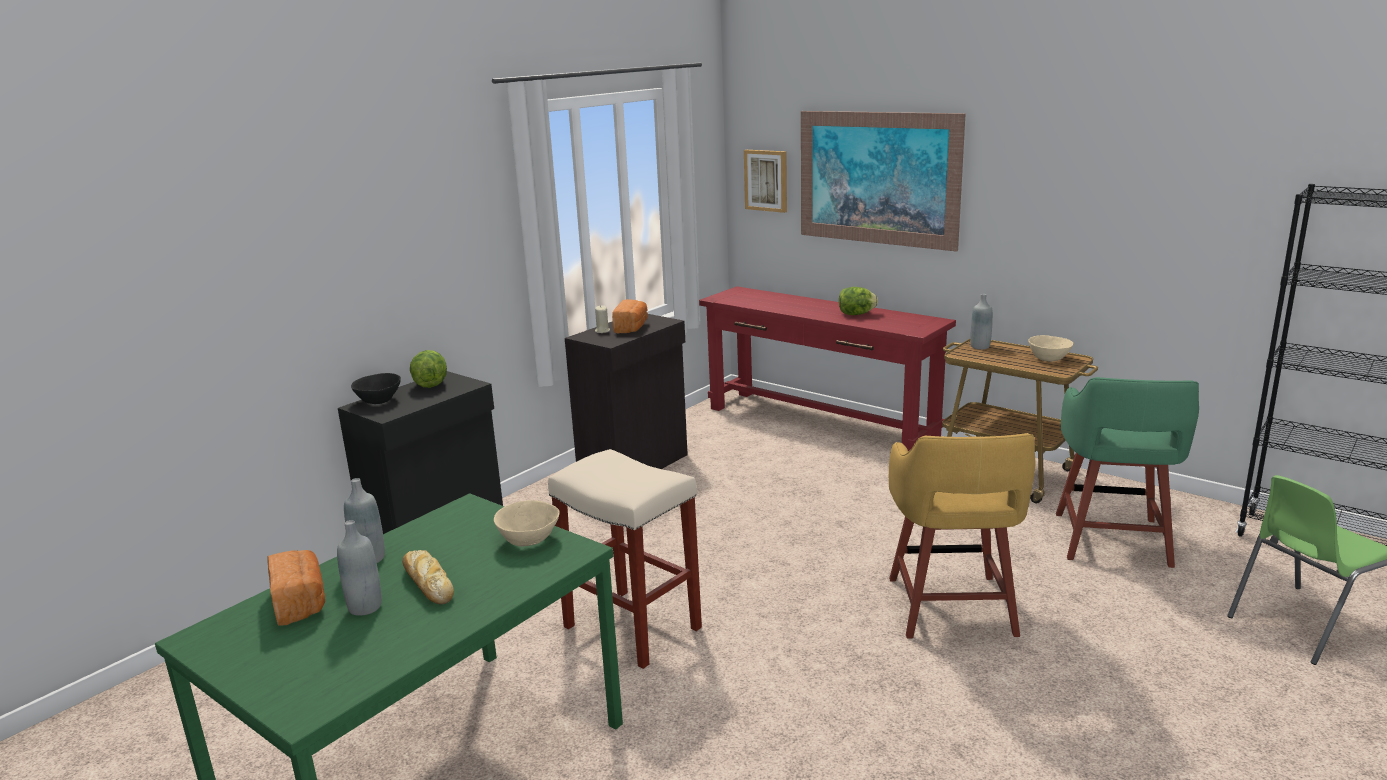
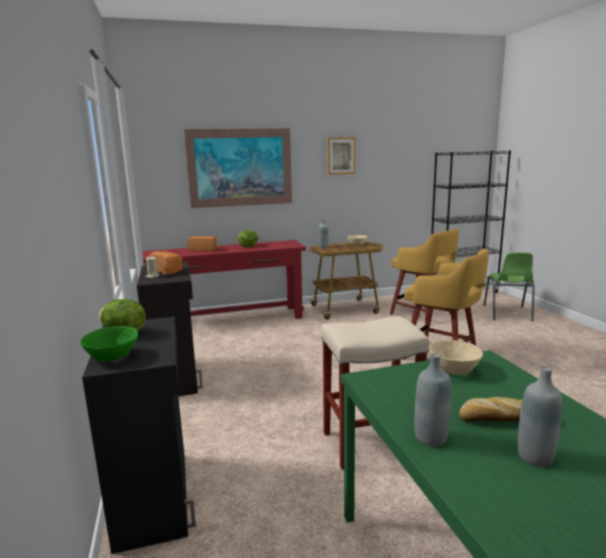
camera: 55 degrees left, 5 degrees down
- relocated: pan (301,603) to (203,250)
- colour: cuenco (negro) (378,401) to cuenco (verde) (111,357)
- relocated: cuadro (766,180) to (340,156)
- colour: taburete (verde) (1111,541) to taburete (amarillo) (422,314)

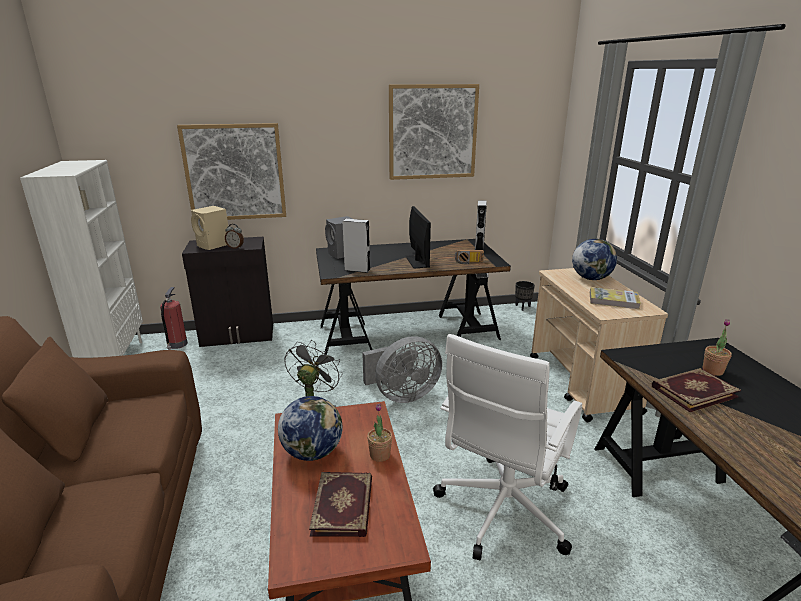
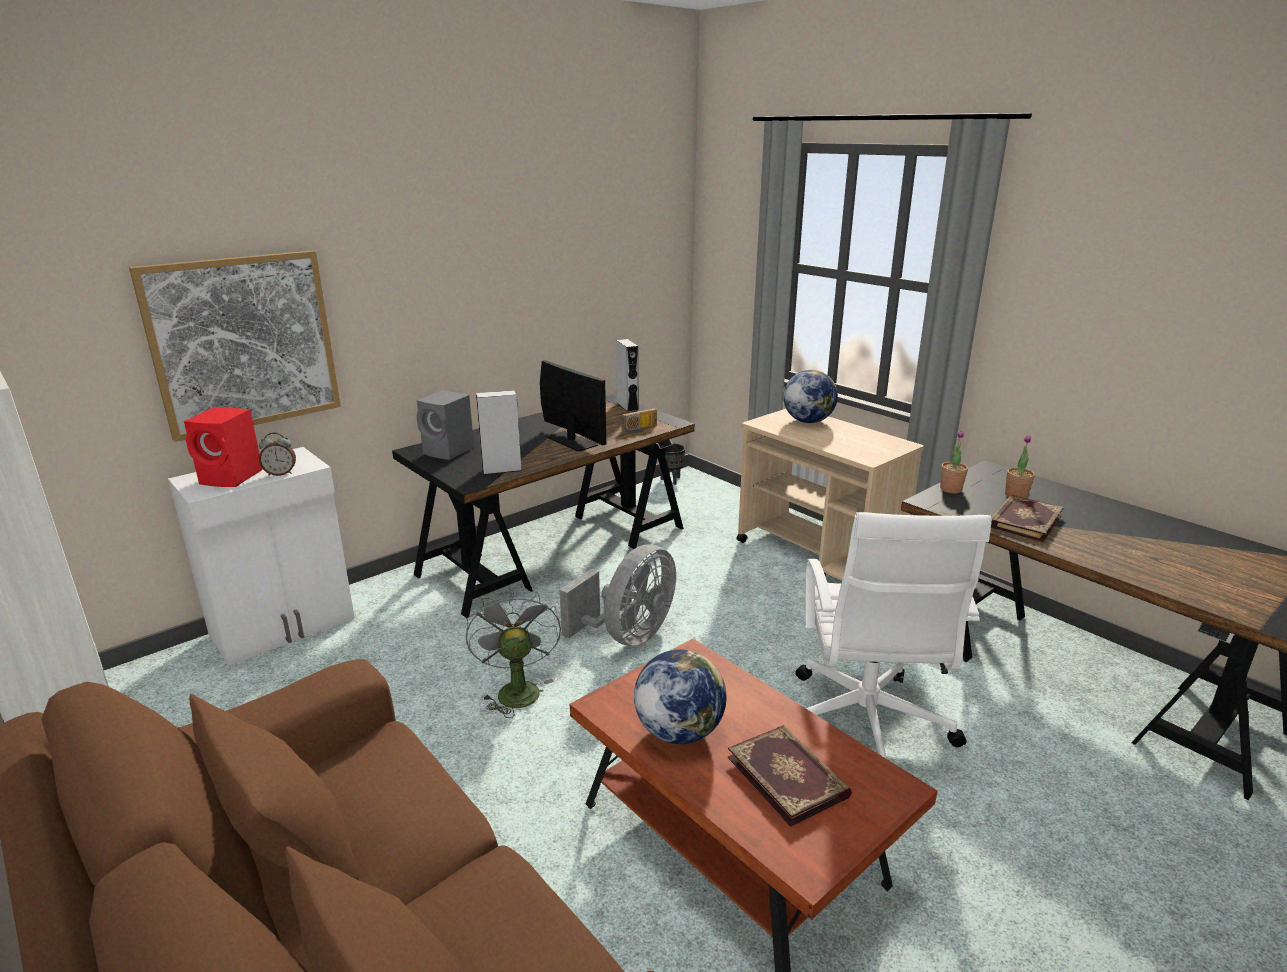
camera: 30 degrees left, 0 degrees up
- missing: extintor (177,344)
- colour: armario (negro) (238,335) to armario (blanco) (284,627)
- colour: altavoz (beis) (214,245) to altavoz (rojo) (233,477)
- relocated: planta en maceta (380,455) to (950,489)
- missing: cuadro (432,132)
- missing: libro (613,300)

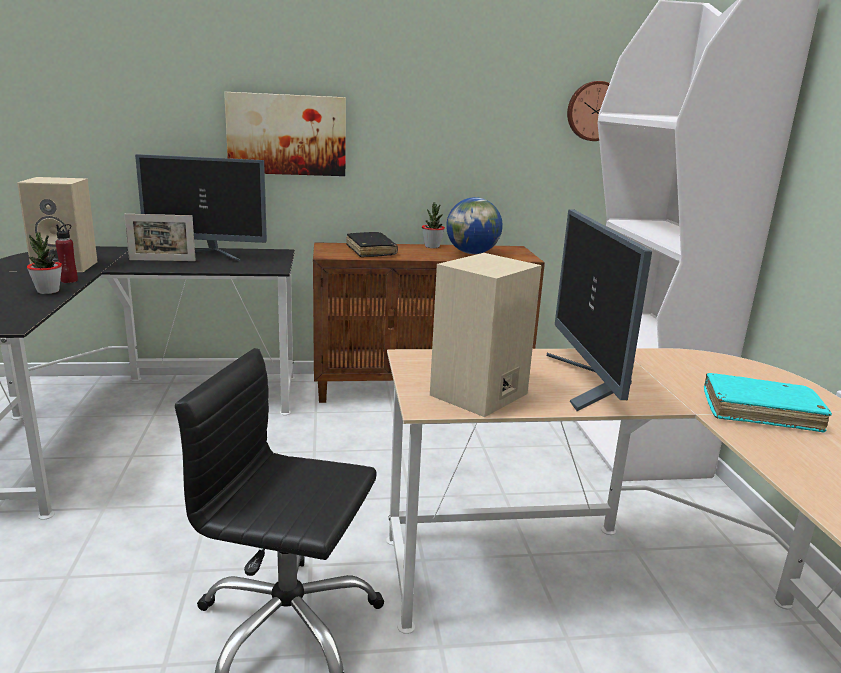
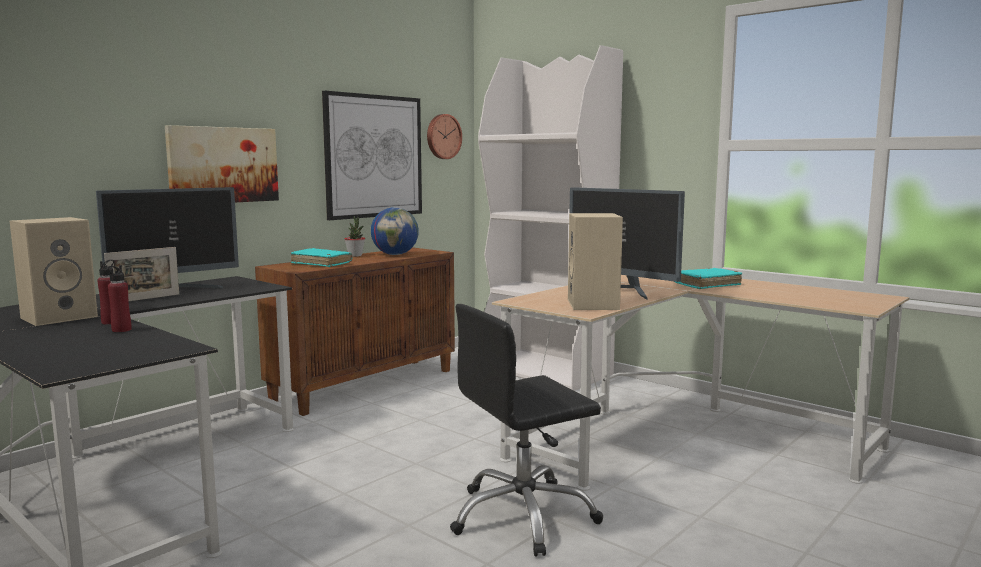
camera: 40 degrees left, 10 degrees down
- exchanged: planta en maceta (48,291) to botella (rojo) (121,330)
- colour: libro (negro) (371,251) to libro (turquesa) (321,263)
- appeared: cuadro (374,156)

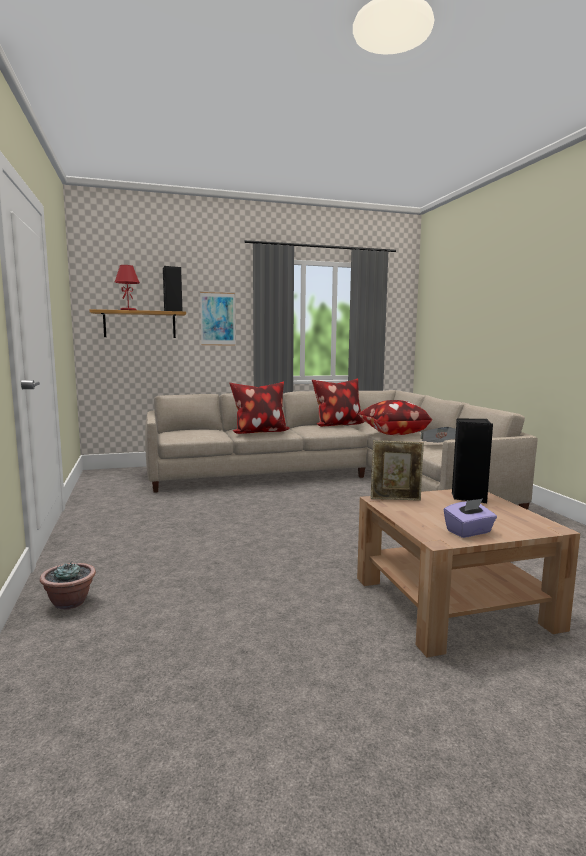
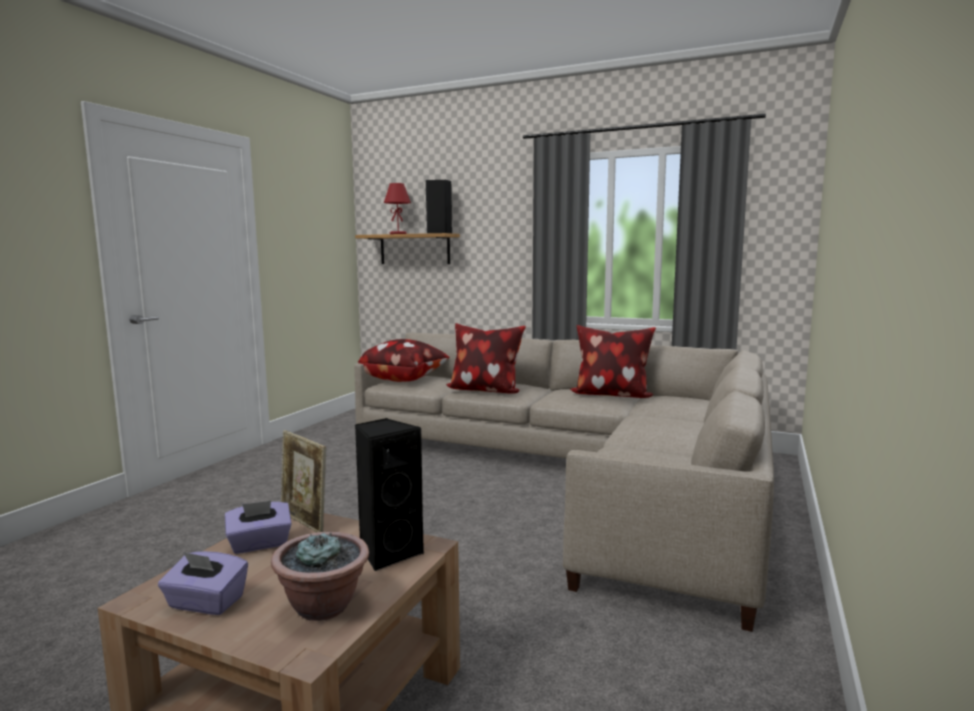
camera: 40 degrees right, 0 degrees up
- relocated: planta en maceta (70,602) to (324,606)
- missing: cuadro (217,319)
- relocated: cojín (392,433) to (404,379)
- missing: periódico (439,446)
- appeared: caja de pañuelos (morado) (260,544)

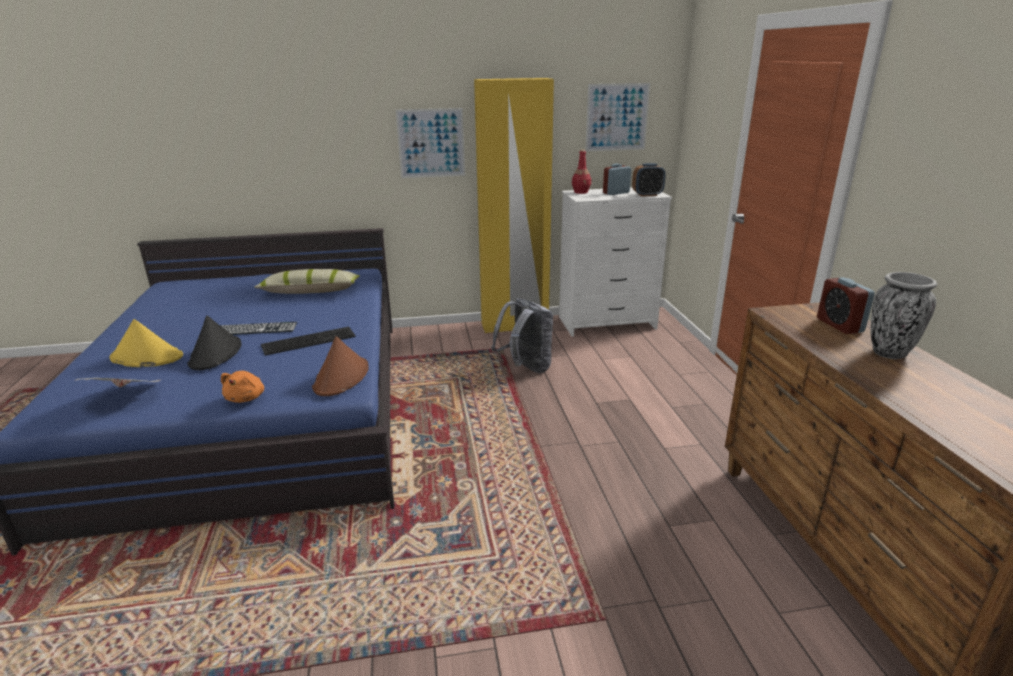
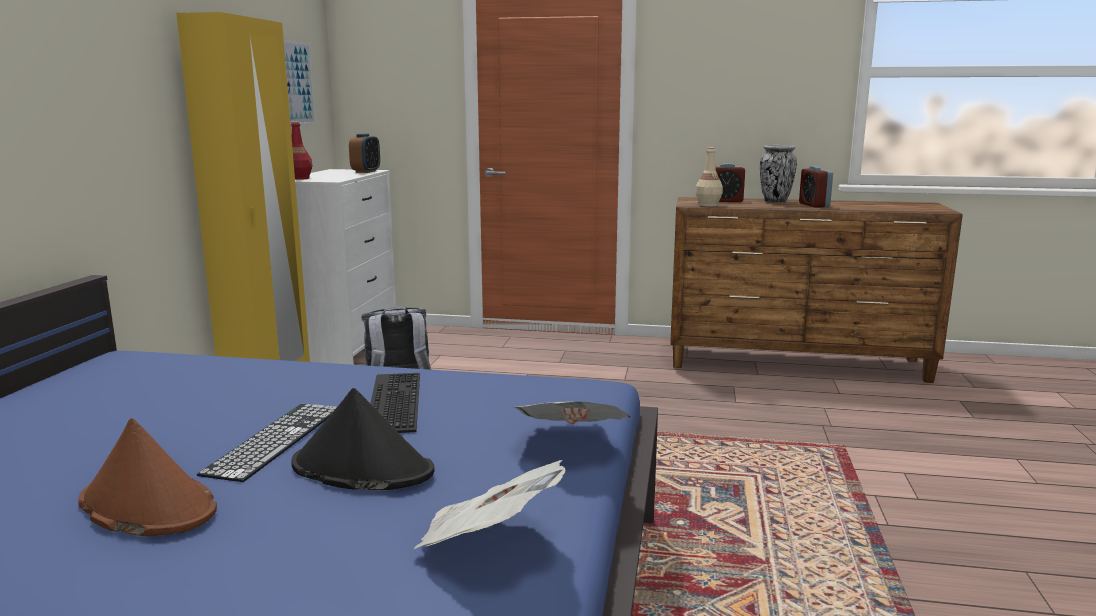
camera: 70 degrees left, 10 degrees down
- missing: sombrero (amarillo) (146,357)
- exchanged: peluche (naranja) (246,398) to periódico (573,443)
- missing: cojín (311,292)
- relocated: sombrero (marrón) (341,377) to (146,506)
- missing: cuadro (431,143)
- relocated: despertador (616,193) to (814,205)
- appeared: botella (beis) (708,205)

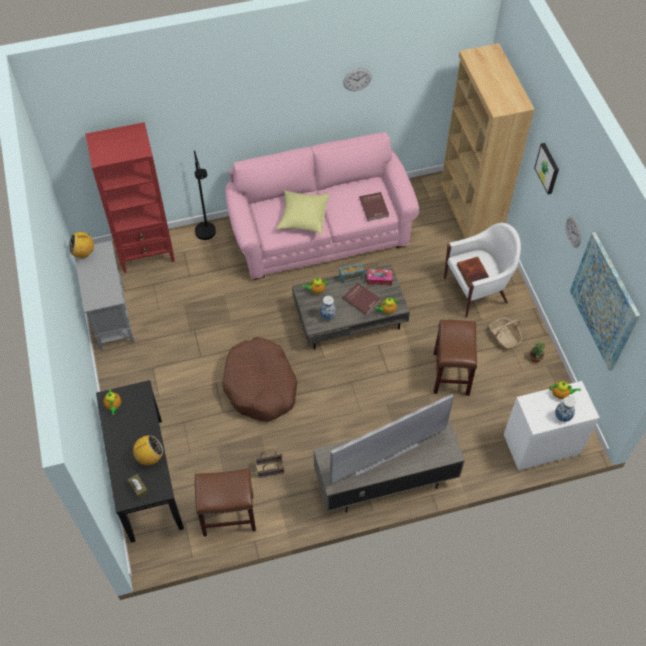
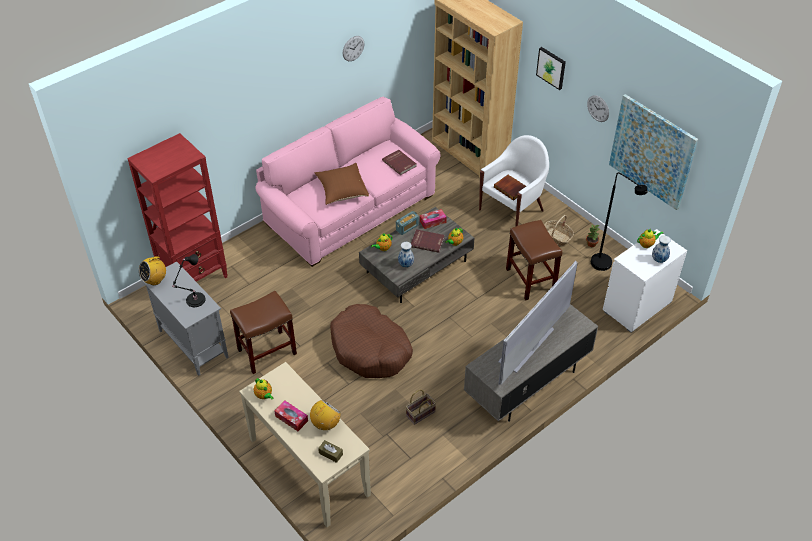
camera: 25 degrees left, 10 degrees down
- colour: mesa consola (negro) (146,478) to mesa consola (beis) (308,467)
- relocated: lámpara de pie (negro) (207,236) to (606,266)
- relocated: taburete (marrón) (228,516) to (266,352)
- colour: cojín (amarillo) (303,218) to cojín (marrón) (341,191)
- appeared: lámpara de mesa (negro) (194,301)
- appeared: caja de pañuelos (291,418)

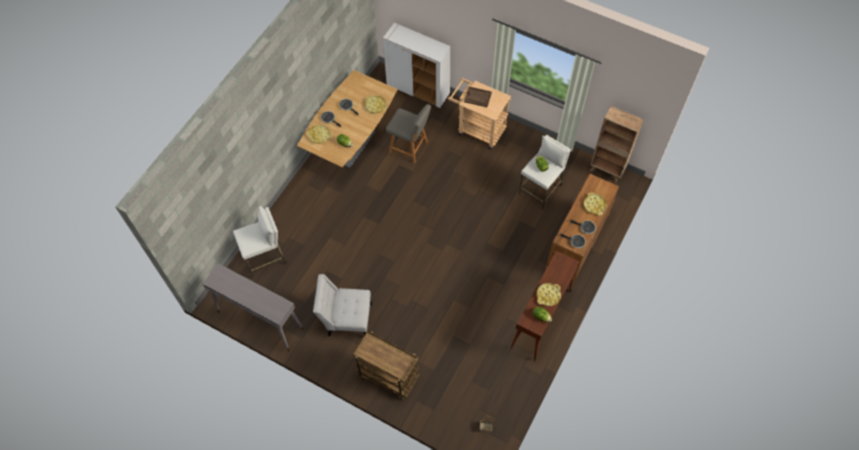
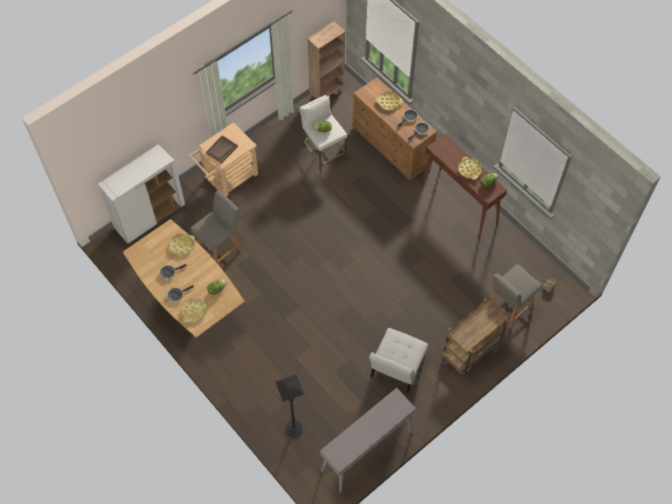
camera: 70 degrees left, 0 degrees up
- exchanged: taburete (blanco) (265,258) to lámpara de pie (negro) (294,428)
- appeared: silla (gris) (508,308)

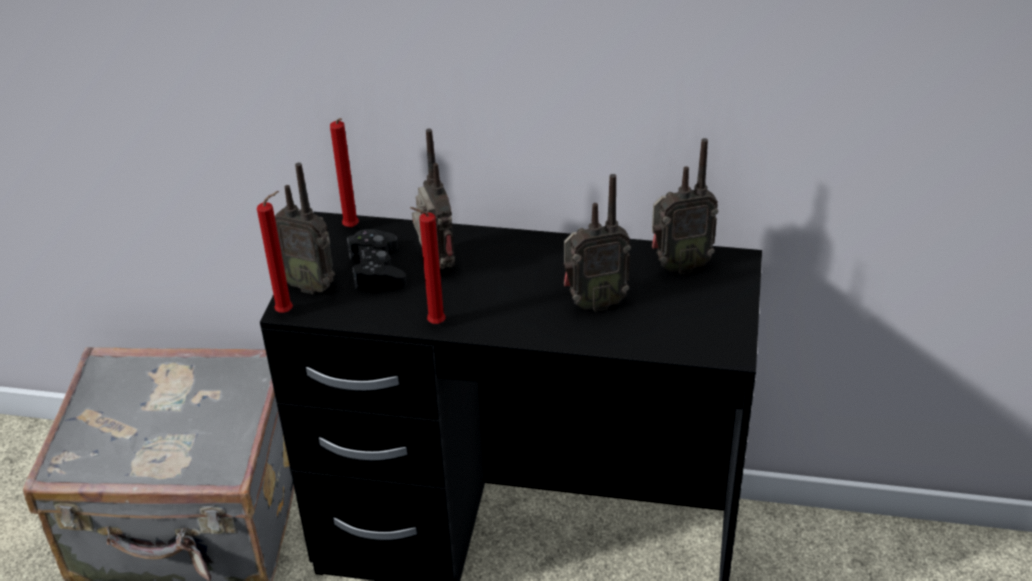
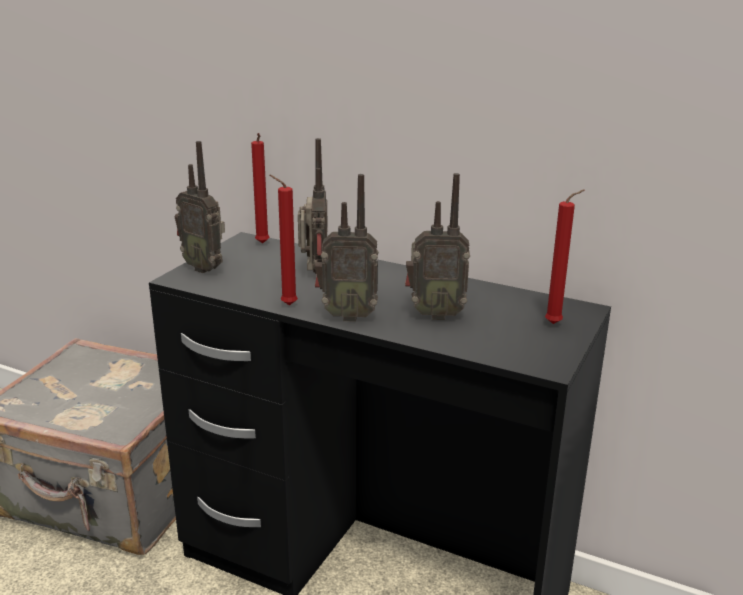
camera: 15 degrees right, 15 degrees down
- relocated: vela (rojo) (287,312) to (556,324)
- missing: mando de consola (negro) (377,268)
- relocated: radio (678,265) to (347,315)

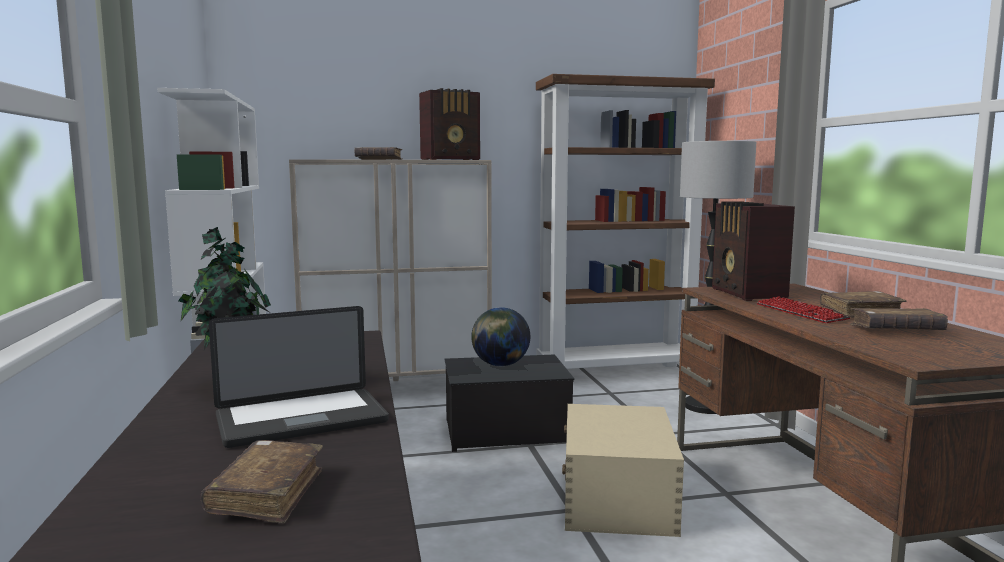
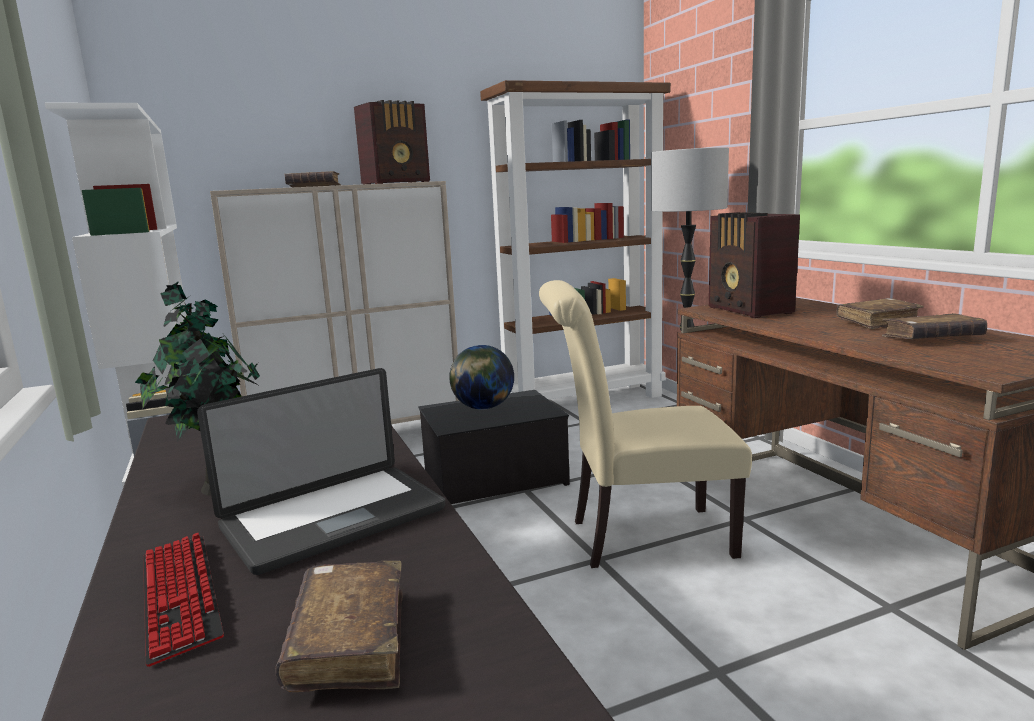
camera: 10 degrees left, 5 degrees up
- exchanged: caja de almacenaje (beis) (618,497) to silla (beis) (640,538)
- relocated: teclado (800,312) to (179,596)

